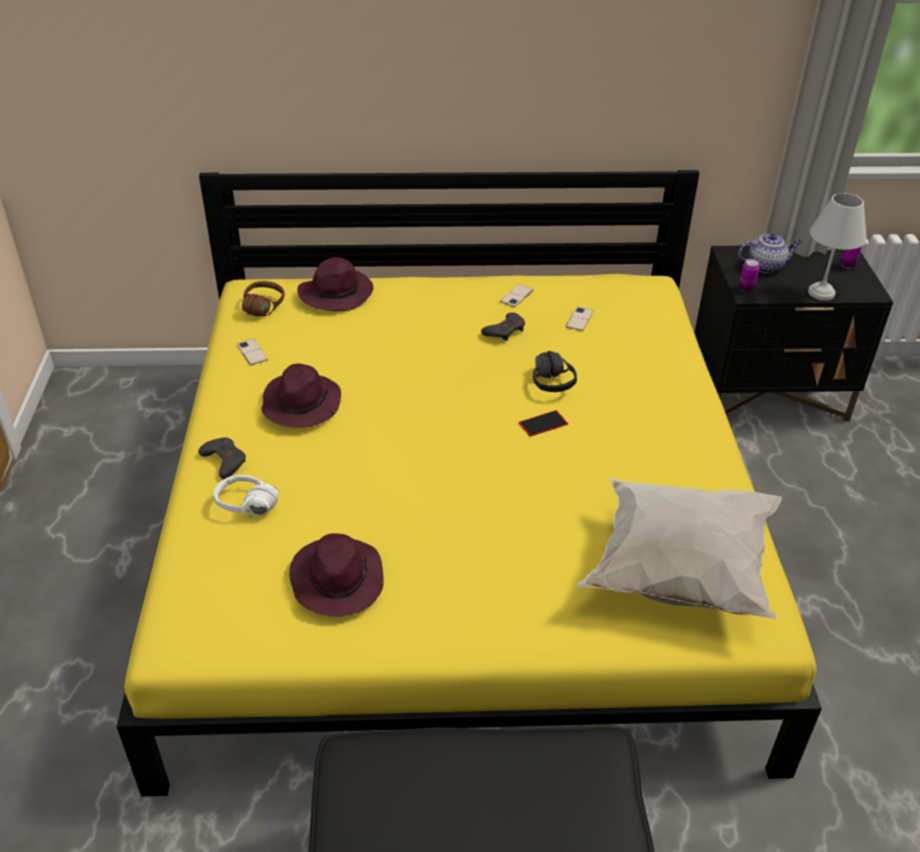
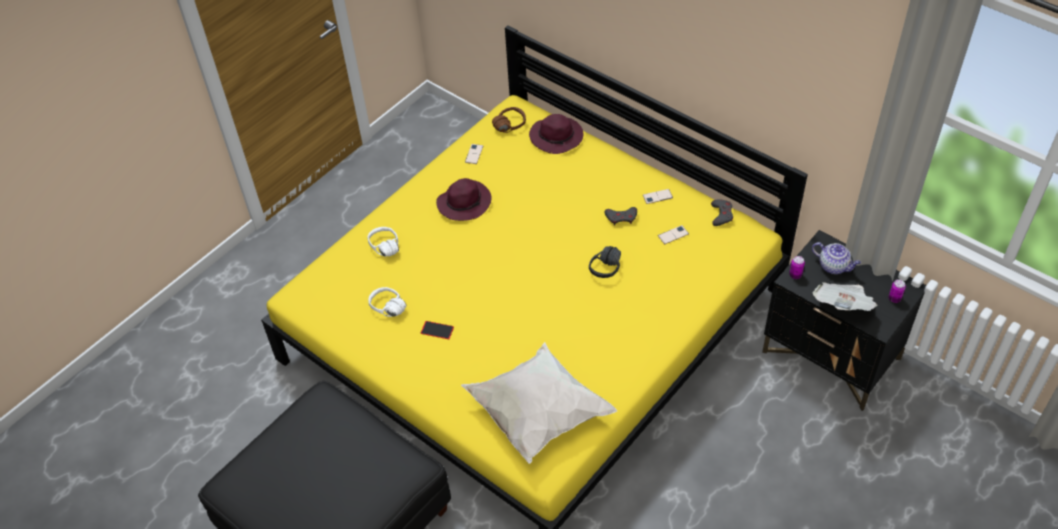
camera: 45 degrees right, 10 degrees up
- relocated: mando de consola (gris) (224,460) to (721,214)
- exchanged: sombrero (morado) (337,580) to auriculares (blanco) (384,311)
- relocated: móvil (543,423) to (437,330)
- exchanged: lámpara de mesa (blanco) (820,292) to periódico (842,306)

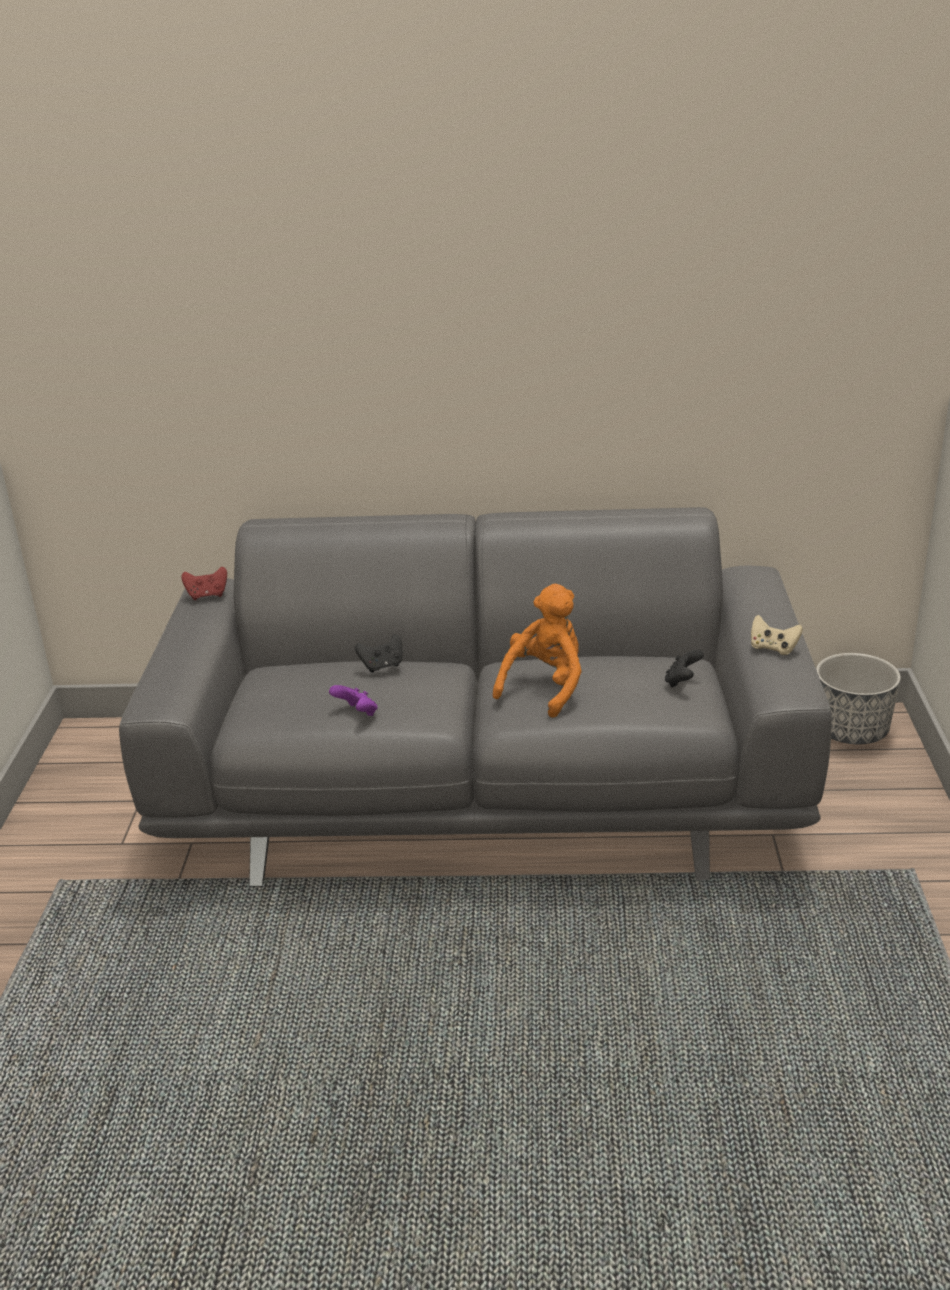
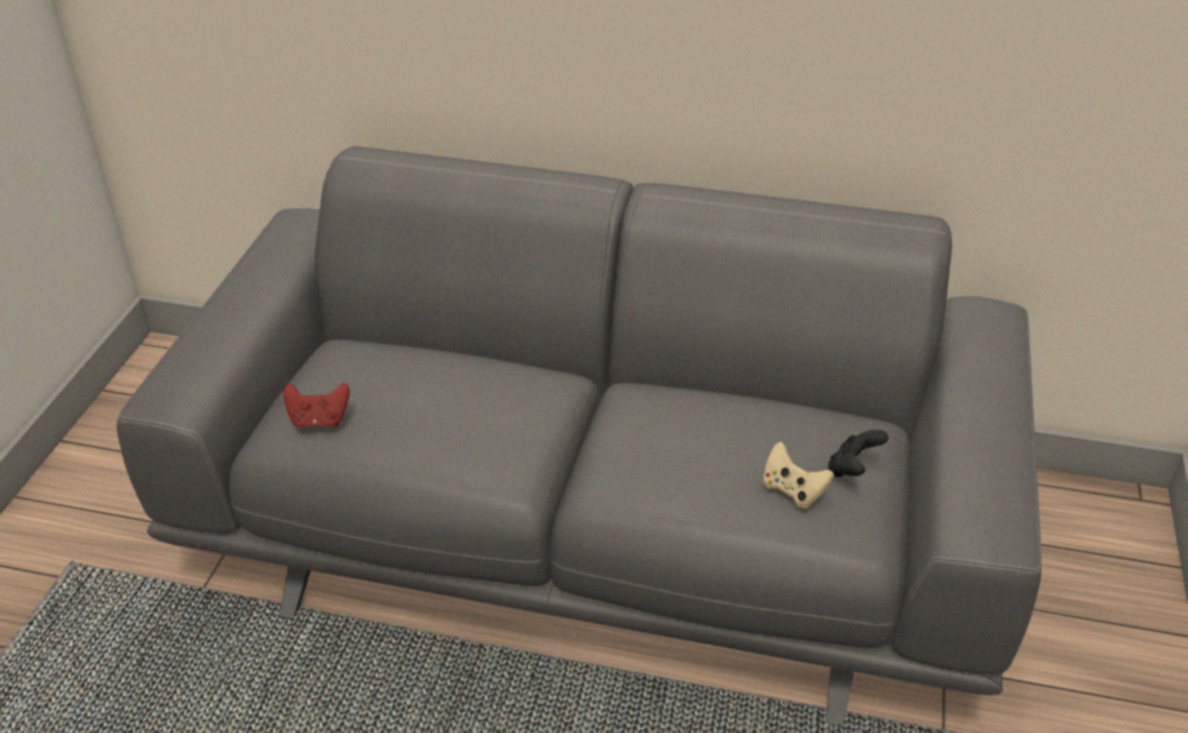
camera: 10 degrees right, 10 degrees up
- relocated: mando de consola (rojo) (207,595) to (319,420)
- missing: mando de consola (morado) (357,713)
- missing: mando de consola (negro) (382,666)
- missing: peluche (naranja) (545,687)
- relocated: mando de consola (beis) (773,648) to (792,490)
- missing: maceta (851,730)

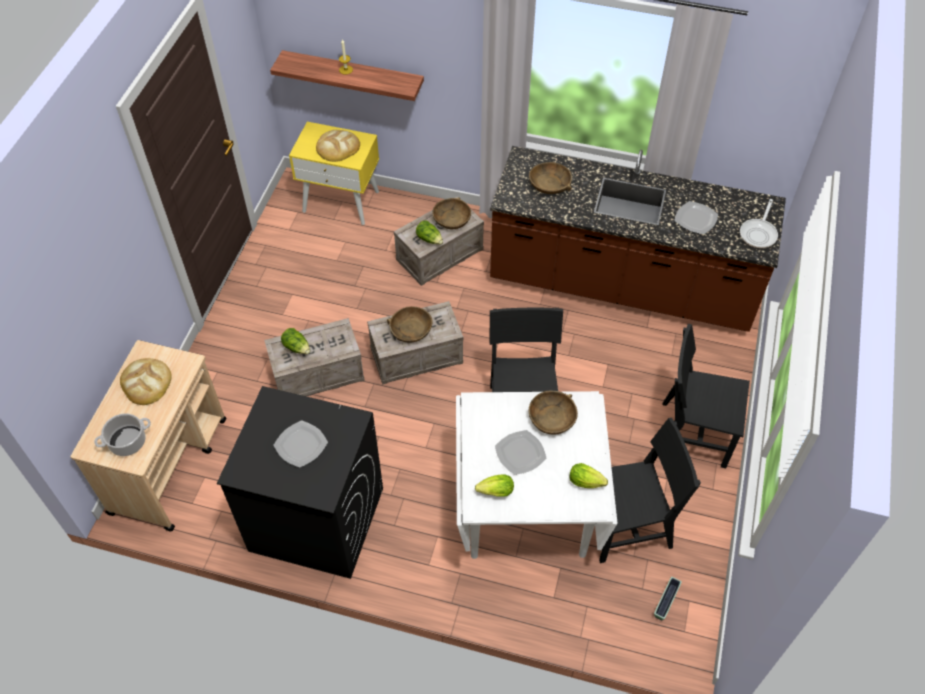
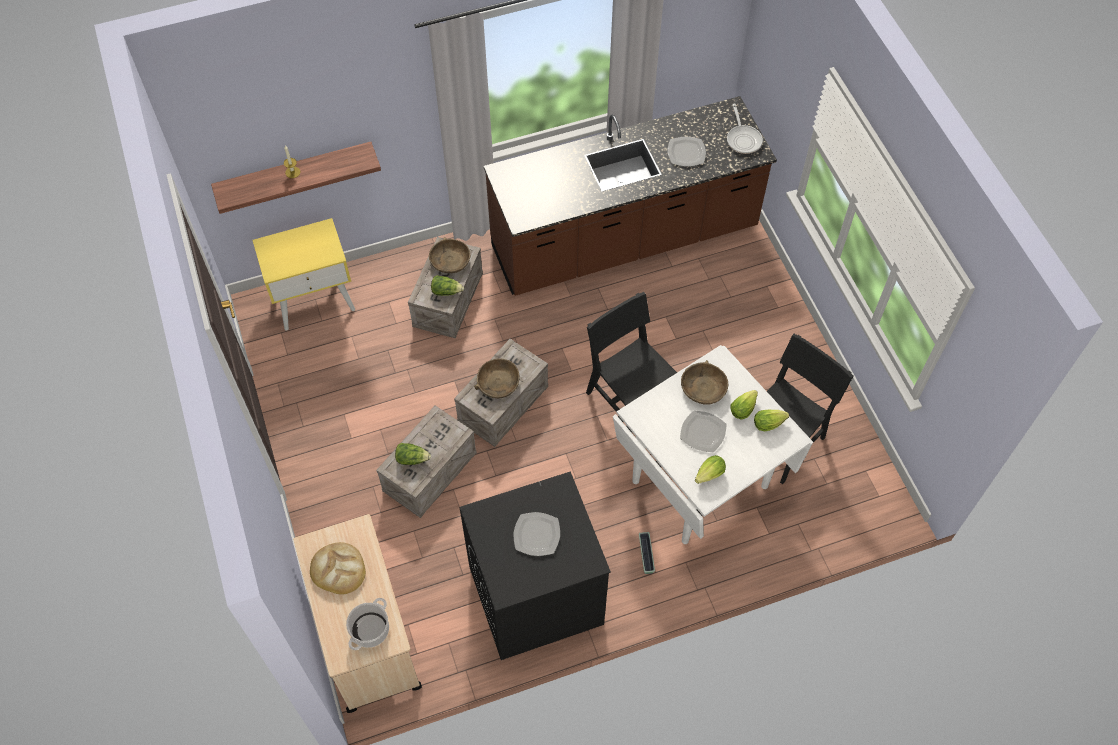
camera: 35 degrees left, 5 degrees up
- missing: pan (337,147)
- missing: cuenco (marrón) (550,184)
- relocated: maceta (666,601) to (646,556)
- missing: silla (negro) (693,434)
- appeared: lechuga (744,408)

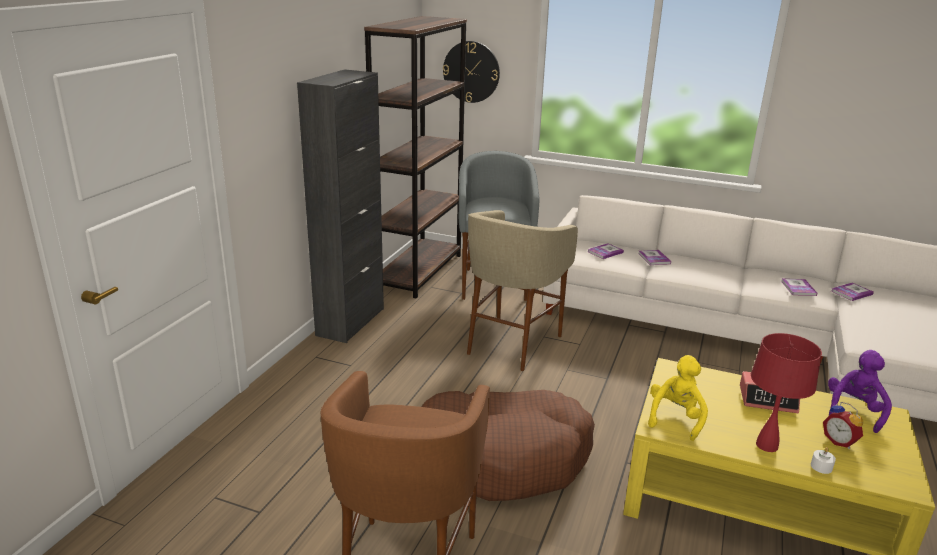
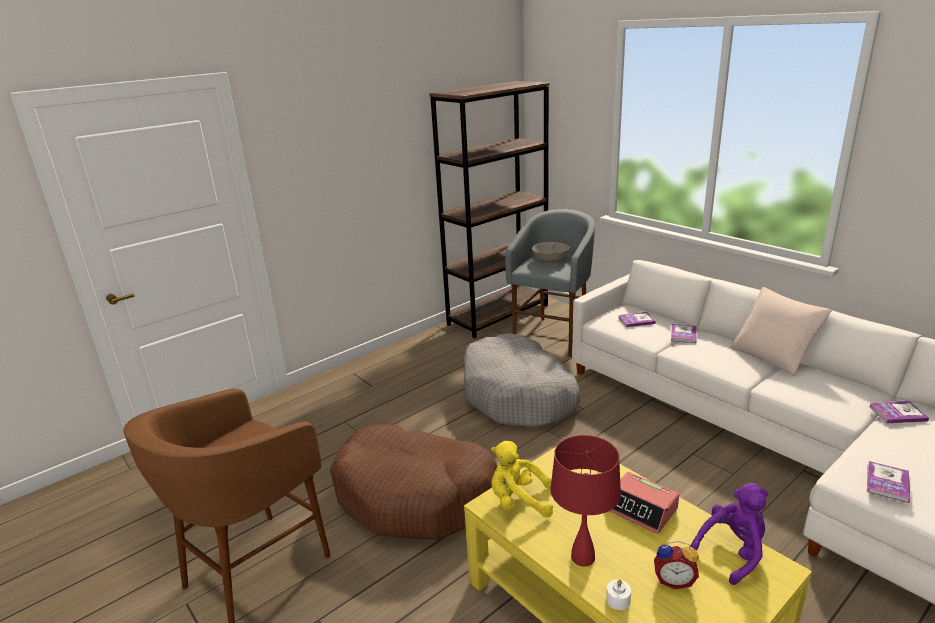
camera: 30 degrees right, 0 degrees up
- missing: armario (negro) (350,322)
- missing: reloj de pared (471,72)
- exchanged: taburete (beis) (512,344) to cama para perro (gris) (518,395)
- spun: peluche (amarillo) (675,418) = (519,501) 135 degrees counterclockwise
- relocated: libro (798,288) to (887,483)
- spun: despertador (840,441) = (673,580) 75 degrees counterclockwise
- appeared: cuenco (gris) (550,259)
- appeared: cojín (beis) (773,355)

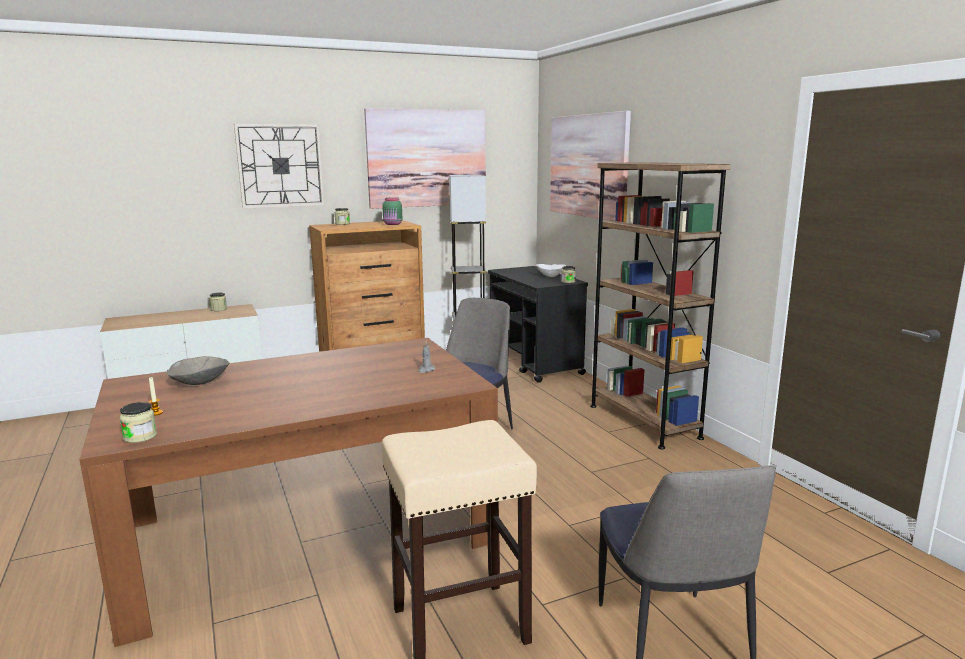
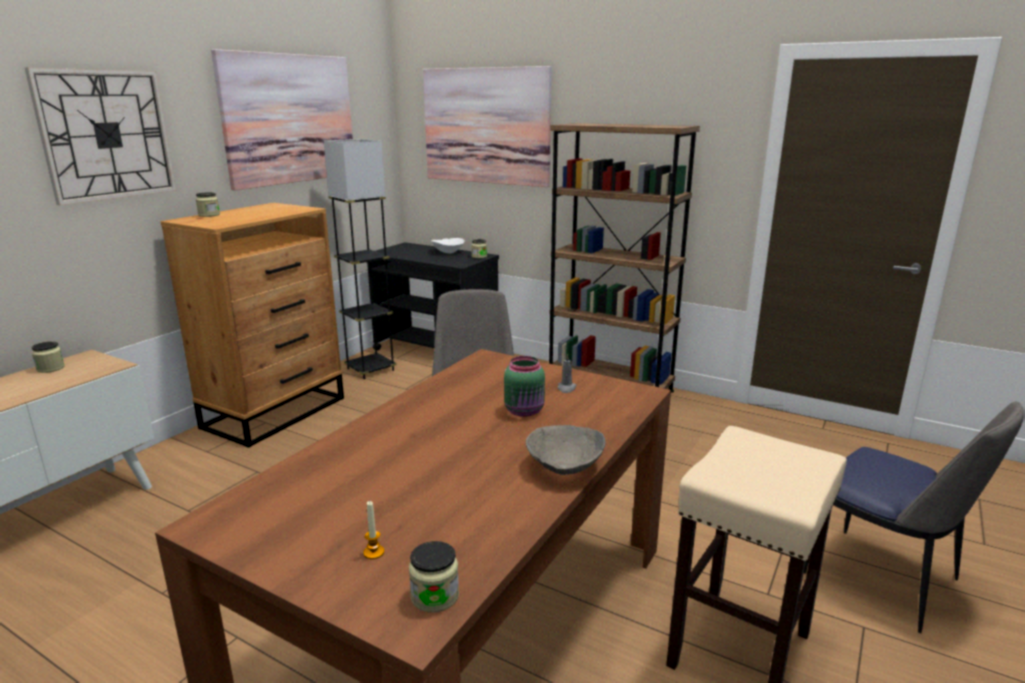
camera: 35 degrees left, 5 degrees up
- relocated: cuenco (gris) (200,383) to (565,467)
- relocated: tarro (verde) (393,224) to (525,411)

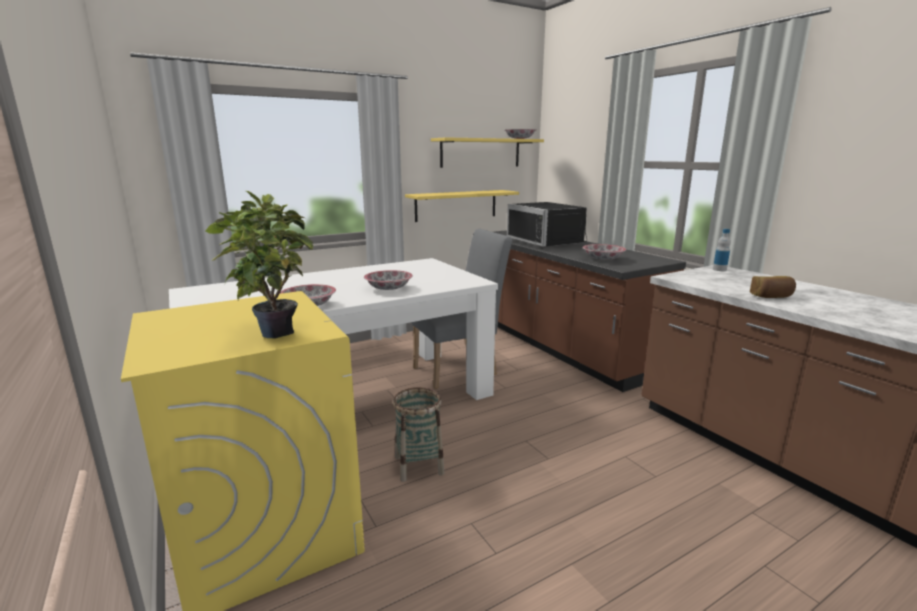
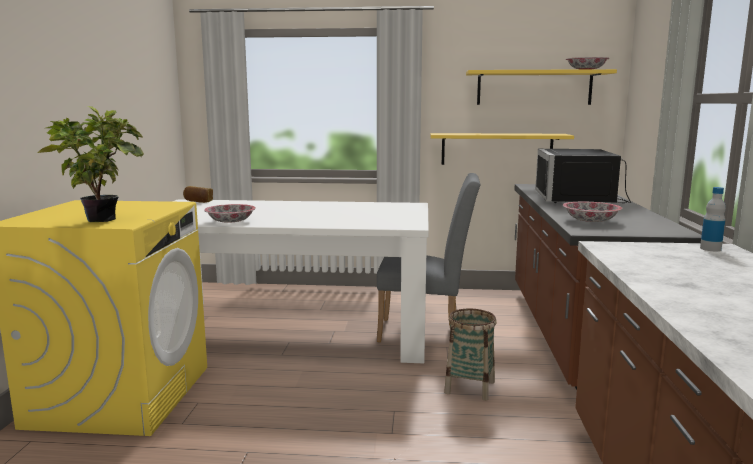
camera: 35 degrees right, 5 degrees down
- missing: cuenco (389,288)
- relocated: cesta (419,465) to (470,387)
- relocated: pan (771,296) to (198,201)

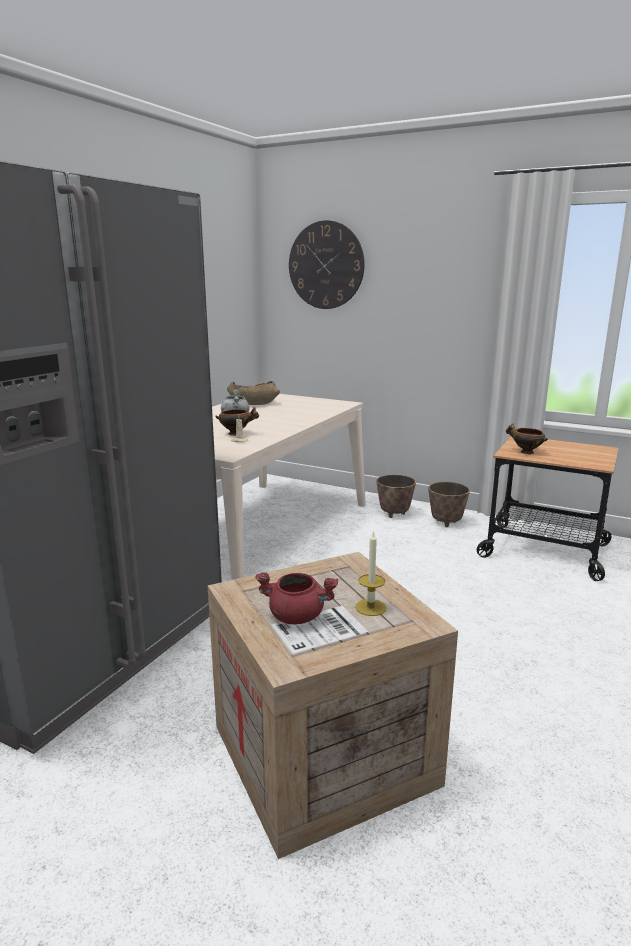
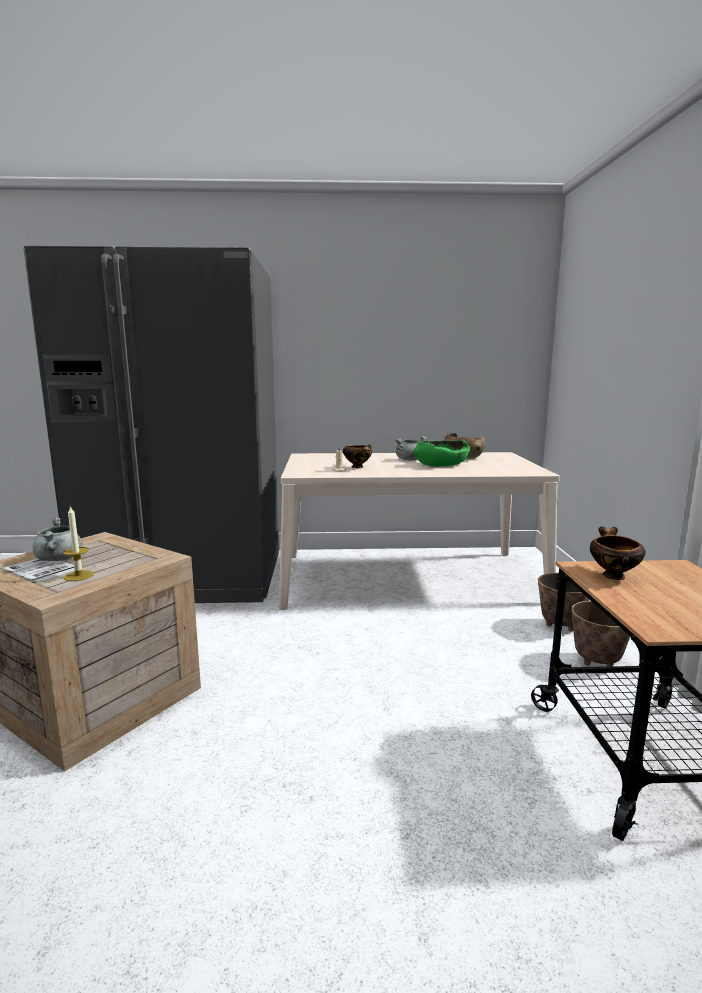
camera: 60 degrees right, 5 degrees down
- colour: olla (rojo) (297,616) to olla (gris) (59,559)
- missing: reloj de pared (326,265)
- appeared: cuenco (verde) (441,465)

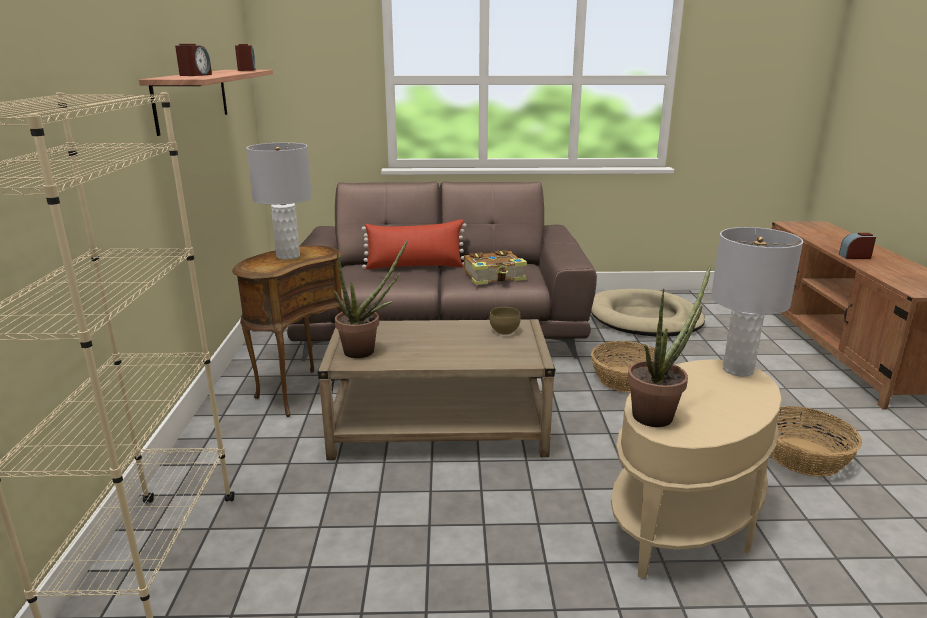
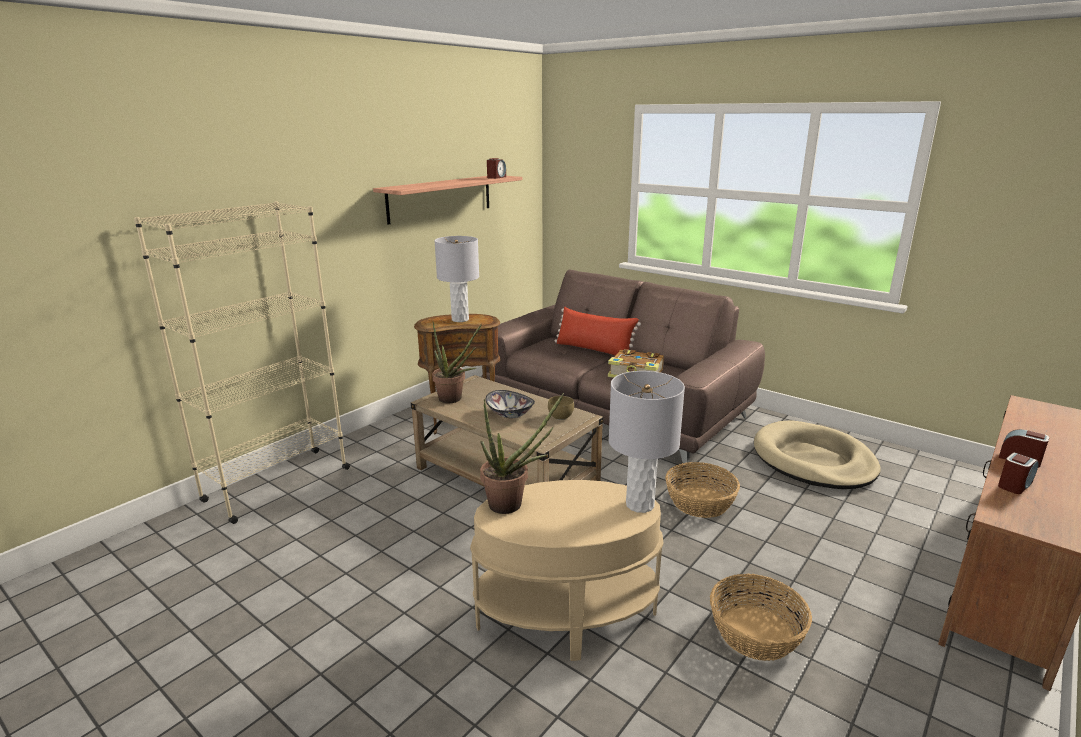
camera: 40 degrees right, 0 degrees up
- relocated: despertador (195,75) to (1014,485)
- appeared: cuenco (509,414)

